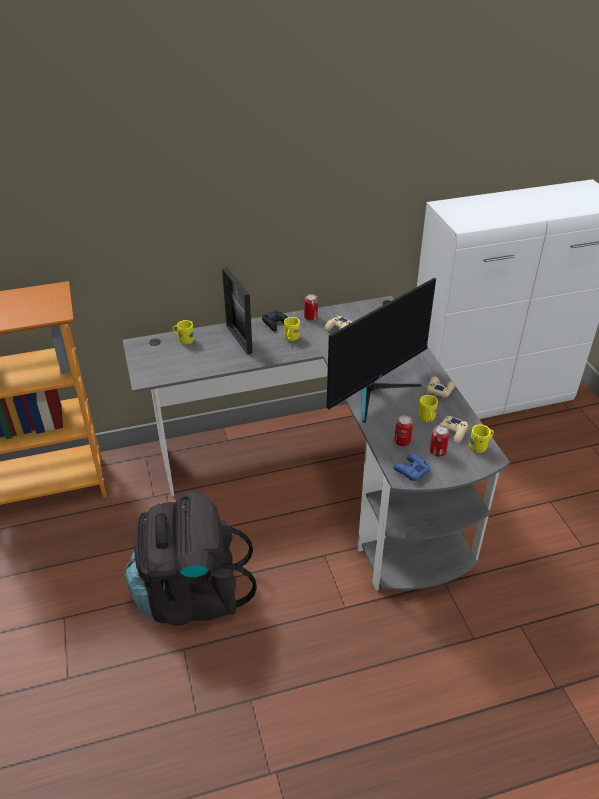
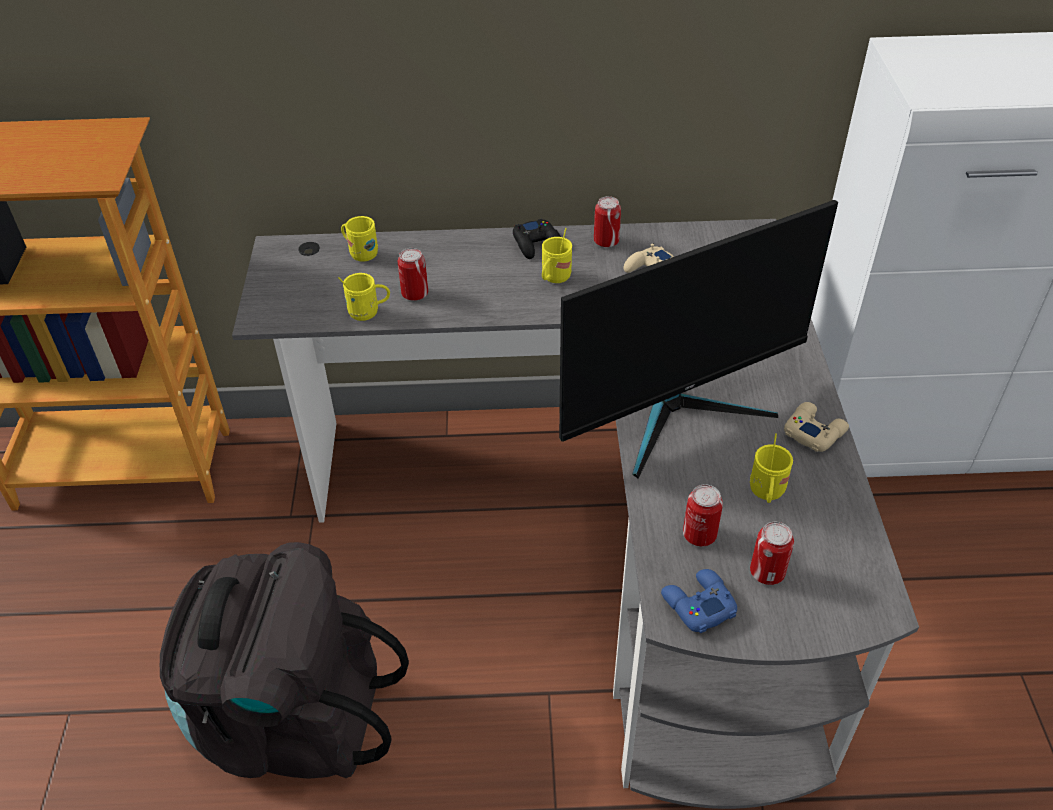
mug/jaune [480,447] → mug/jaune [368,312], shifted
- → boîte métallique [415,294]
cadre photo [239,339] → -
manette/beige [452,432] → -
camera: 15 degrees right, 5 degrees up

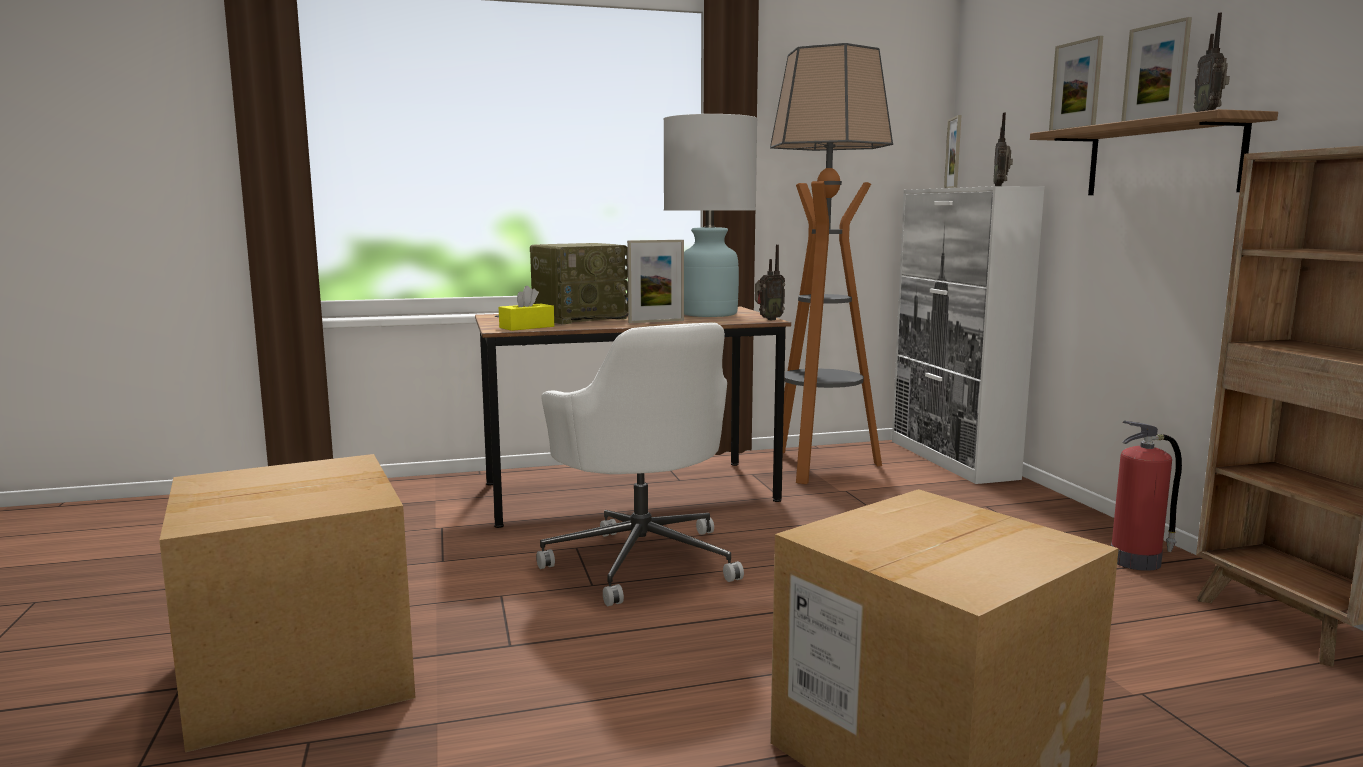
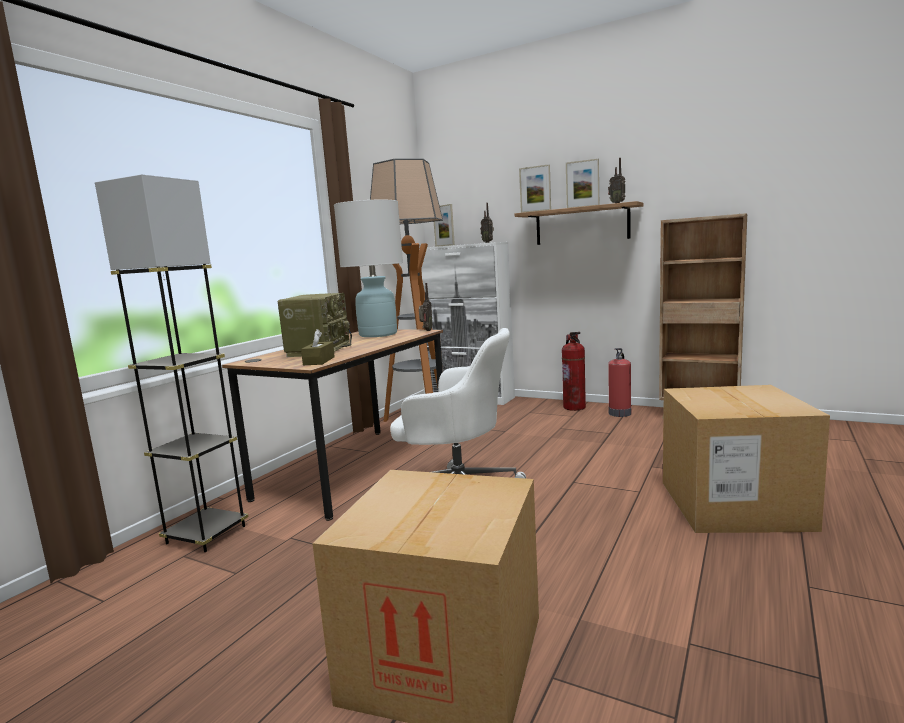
- → lampadaire/gris [206,534]
boîte à mouchoirs/jaune [527,327] → boîte à mouchoirs/marron [319,361]
- → extincteur [574,407]
cadre photo [656,321] → -
camera: 45 degrees left, 0 degrees up

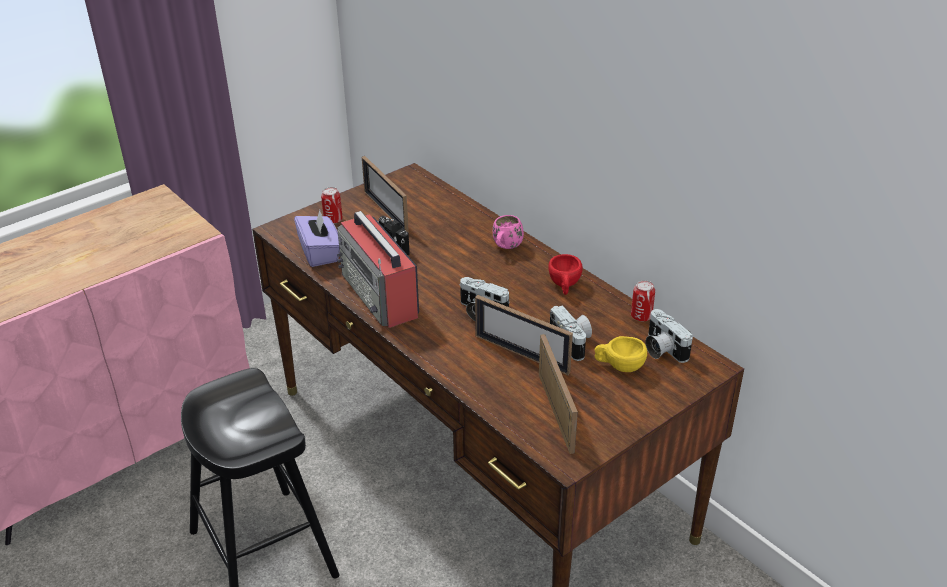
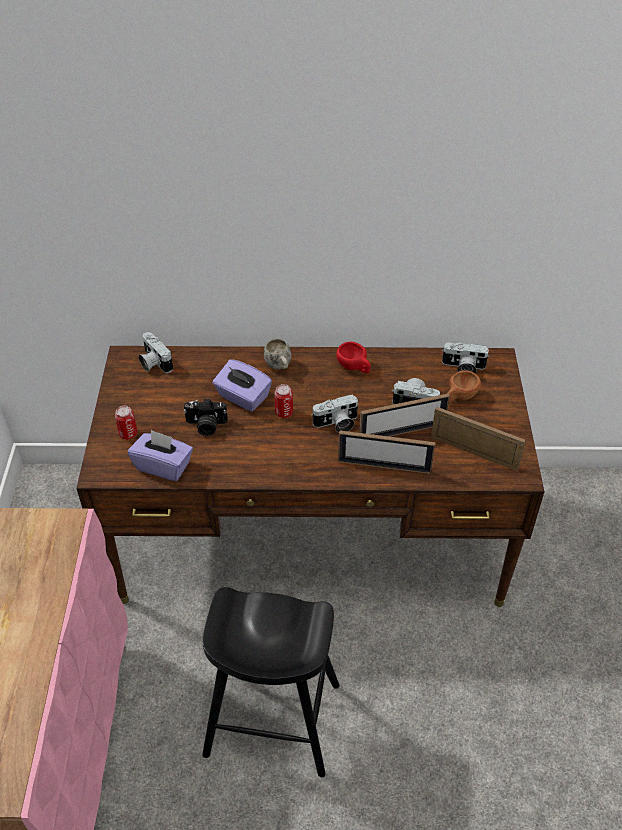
- → appareil photo [154,363]
- → boîte à mouchoirs/violet [243,397]
mug/rose [506,248] → mug/blanc [279,367]
boîte métallique [641,316] → boîte métallique [284,412], shifted
cadre photo [386,211] → cadre photo [384,466], shifted
tasse/jaune [619,366] → tasse/marron [459,396]
radio [380,296] → -
camera: 50 degrees left, 10 degrees up

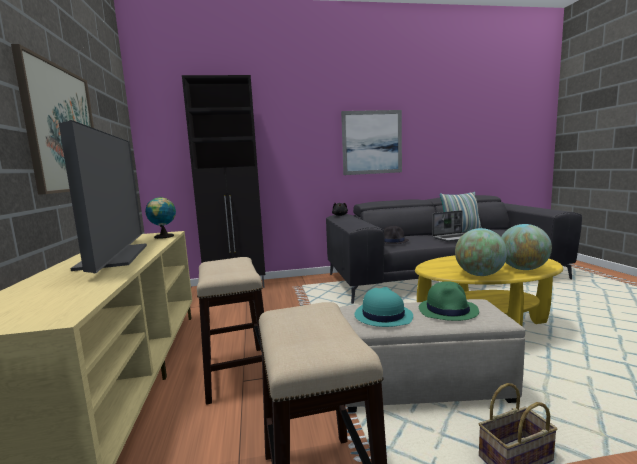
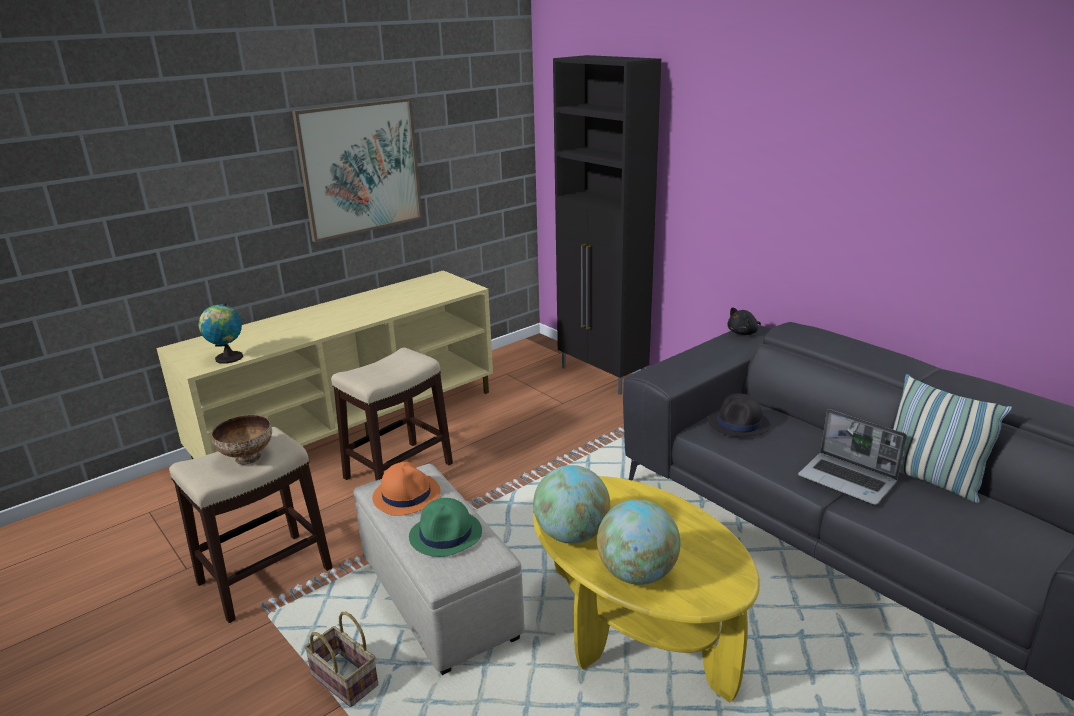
globe [164,237] → globe [227,358], shifted
- → bol [248,457]
chapeau/turquoise [382,316] → chapeau/orange [406,495]
téléviseur [114,256] → -
tableau [372,142] → -
camera: 60 degrees right, 15 degrees up

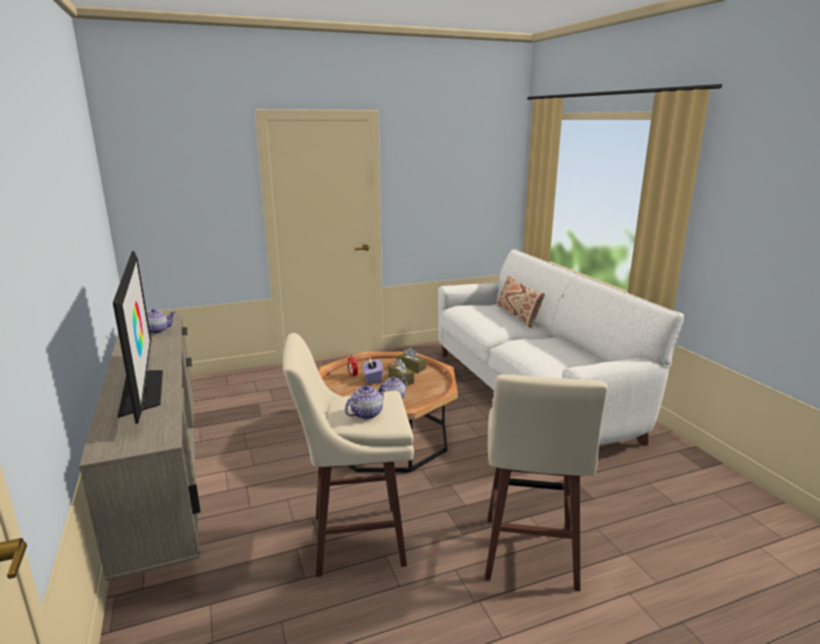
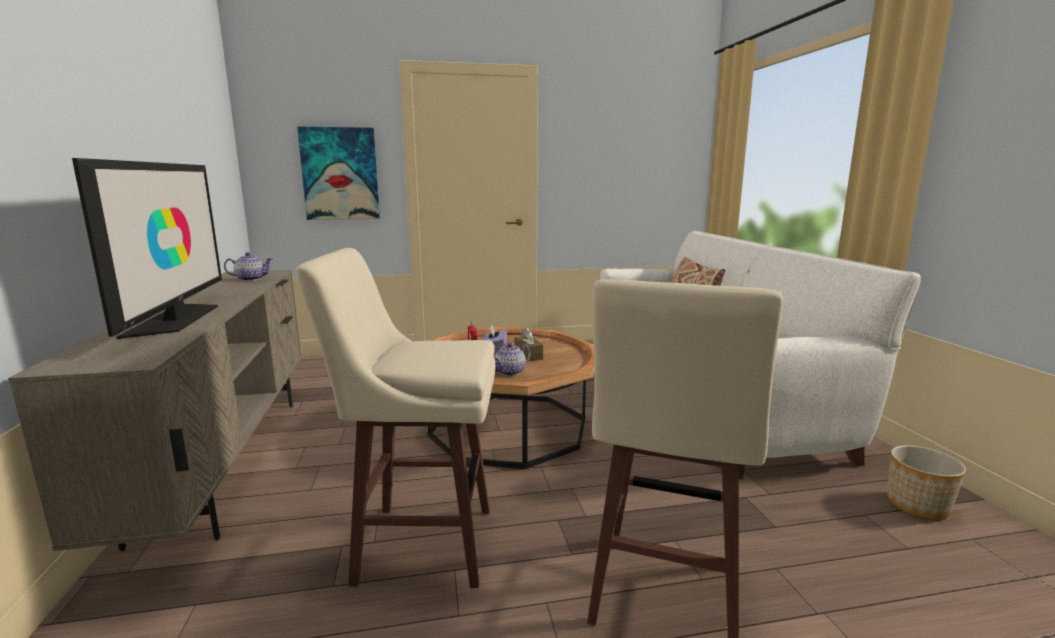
- → tableau [340,174]
- → cache-pot [918,505]
théière [366,414] → -
boîte à mouchoirs/marron [411,367] → -
camera: 10 degrees right, 5 degrees down

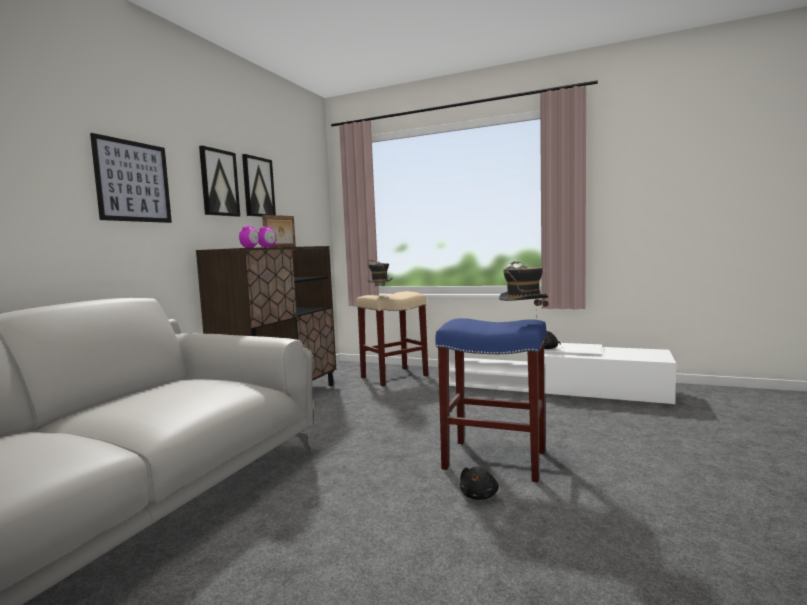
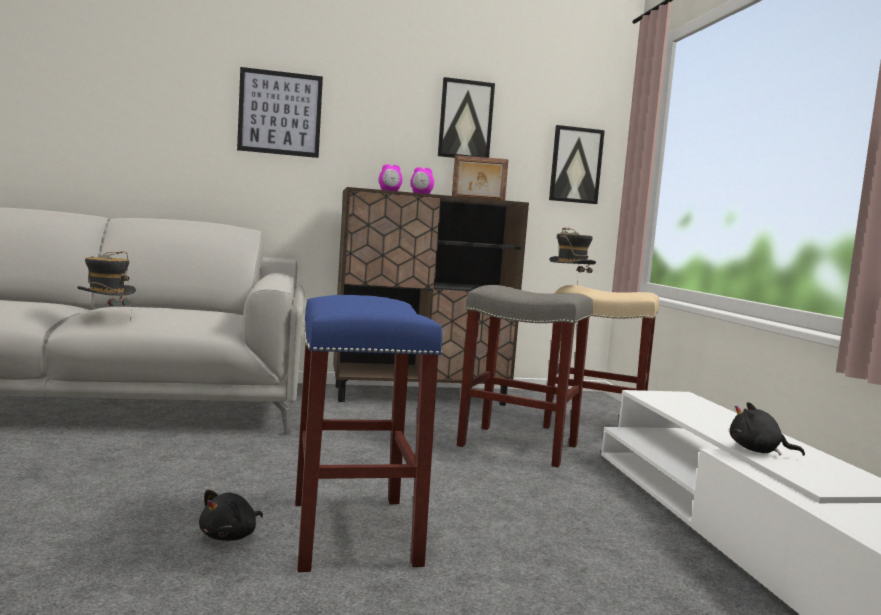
chapeau [523,322] → chapeau [106,319], shifted
peluche/noir [479,495] → peluche/noir [230,536], 45 degrees counterclockwise
- → tabouret/gris [519,446]
tableau [219,183] → tableau [575,165], shifted
camera: 55 degrees right, 0 degrees up

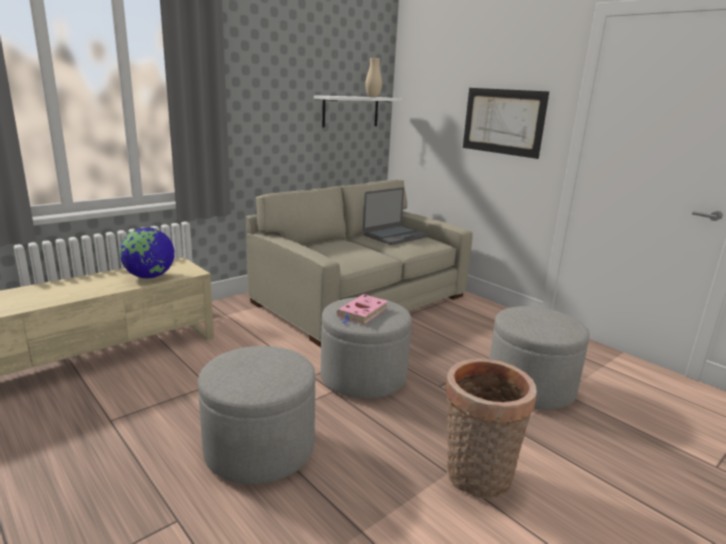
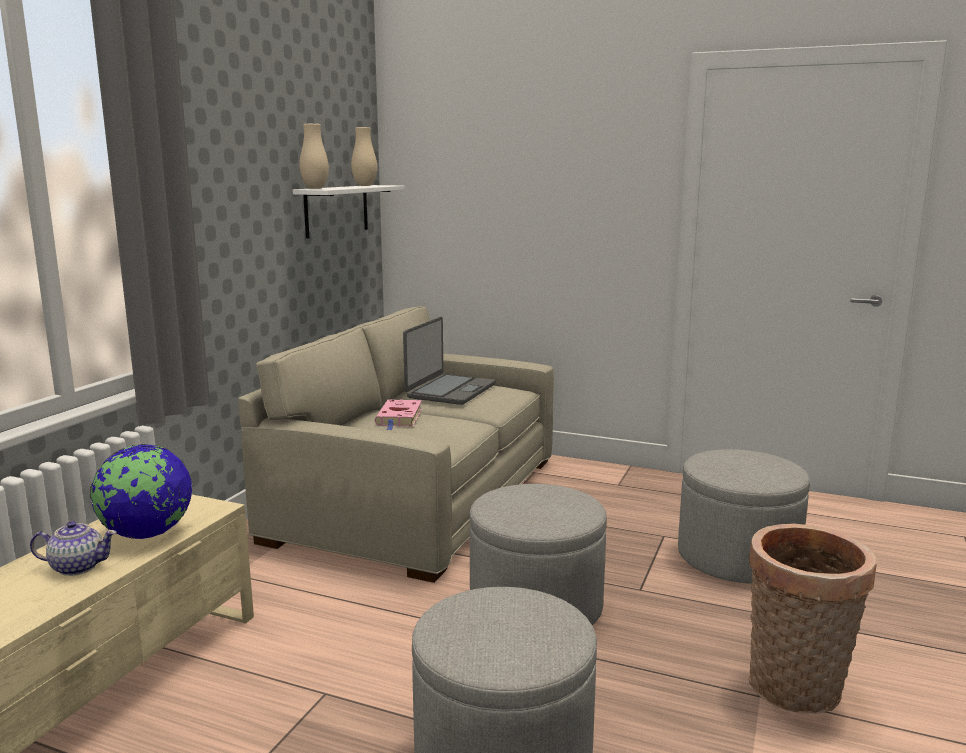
- → théière [77,567]
- → vase/beige [315,188]
livre/rose [362,313] → livre/rose [399,418], shifted
tableau [503,121] → -
camera: 25 degrees left, 5 degrees down

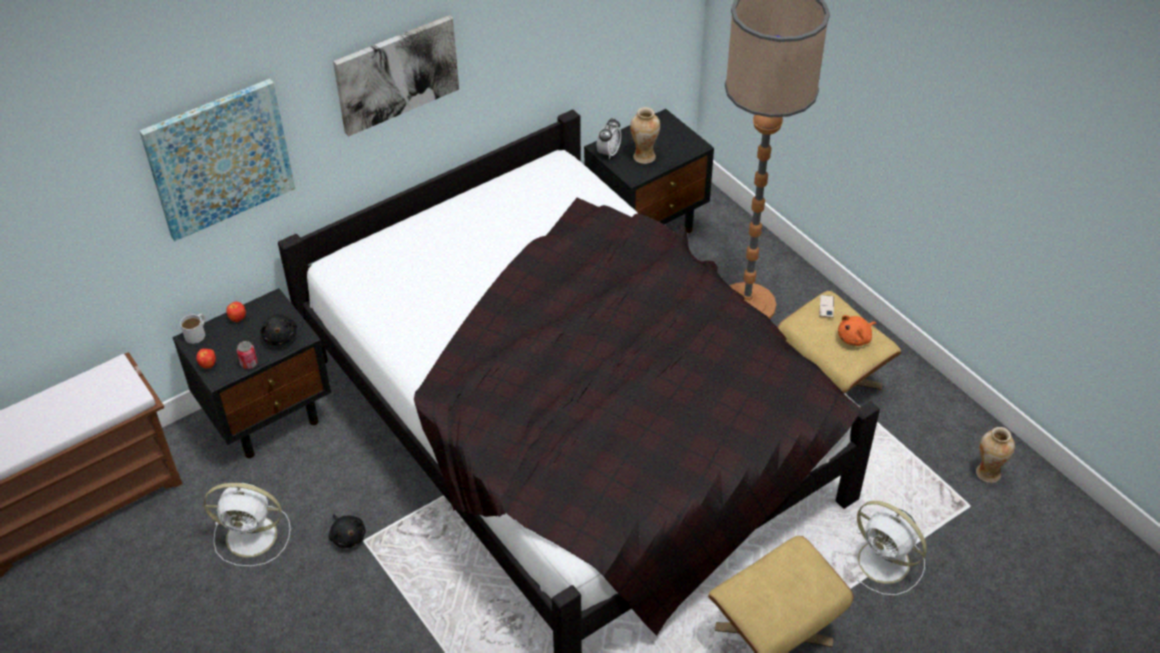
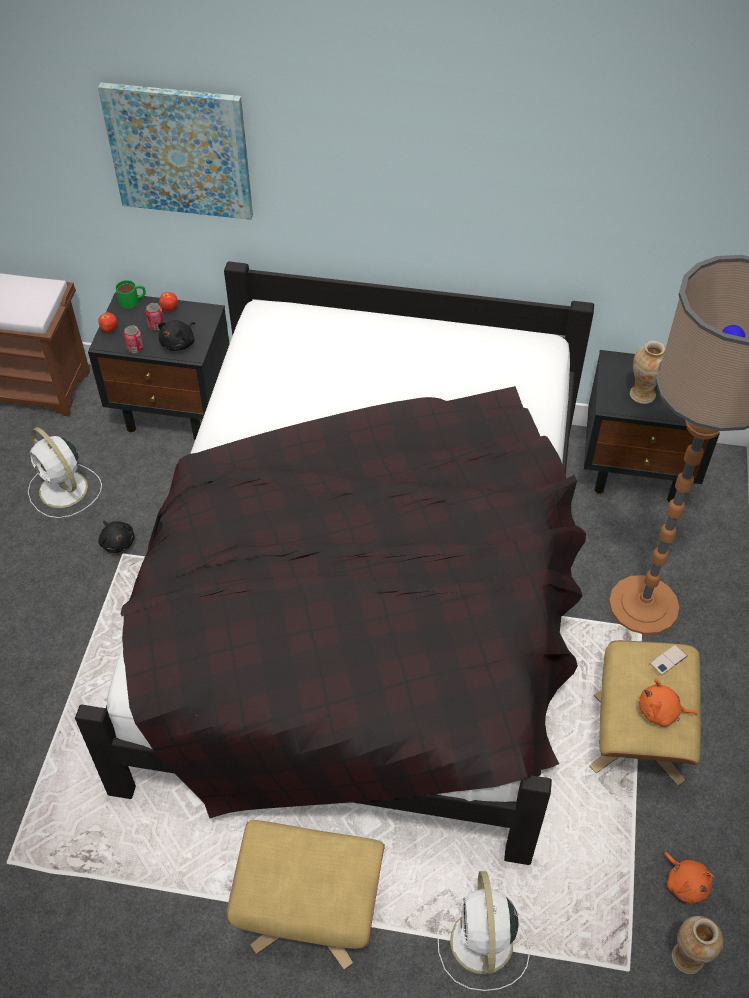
peluche/noir [348,536] → peluche/noir [117,542], 45 degrees counterclockwise
mug/blanc [197,333] → mug/vert [133,301]
- → boîte métallique [156,325]
- → peluche/orange [685,883]
tableau [396,74] → -
réveil [608,153] → -
camera: 45 degrees right, 5 degrees up

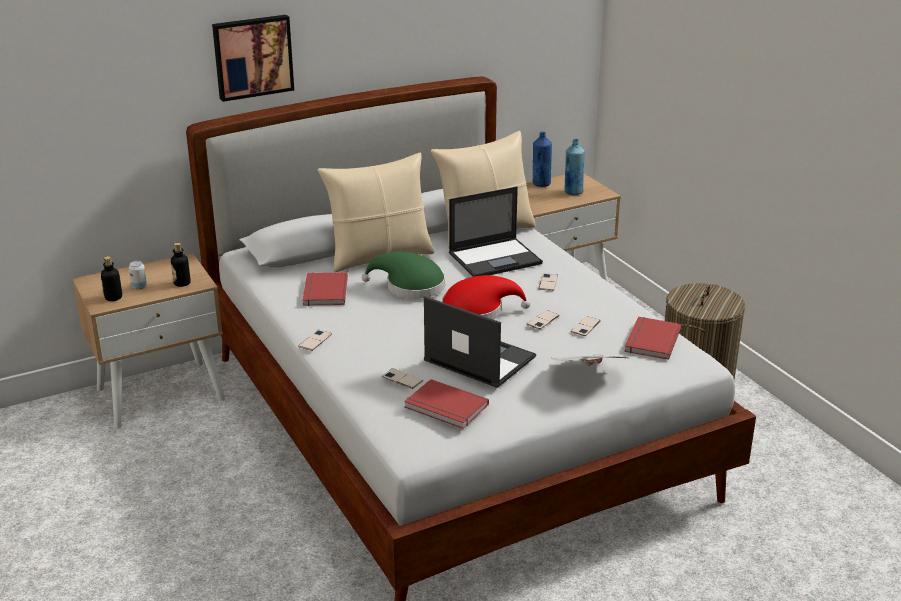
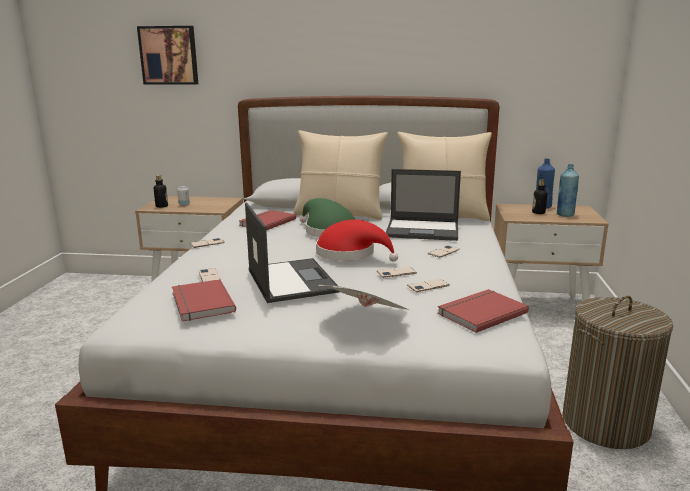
tableau [252,56] → tableau [169,55], shifted
bouteille [182,283] → bouteille [538,212], shifted
camera: 35 degrees right, 10 degrees down

